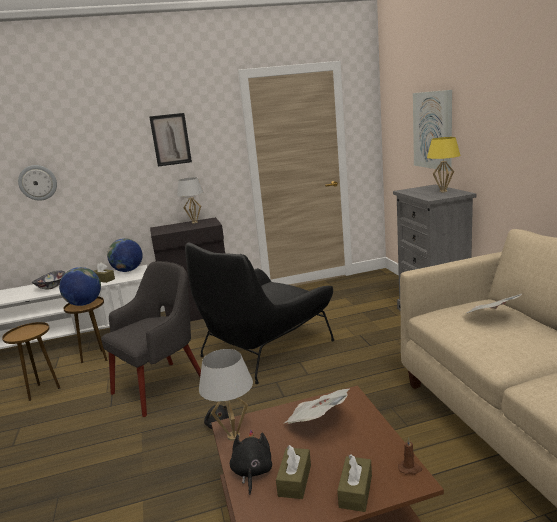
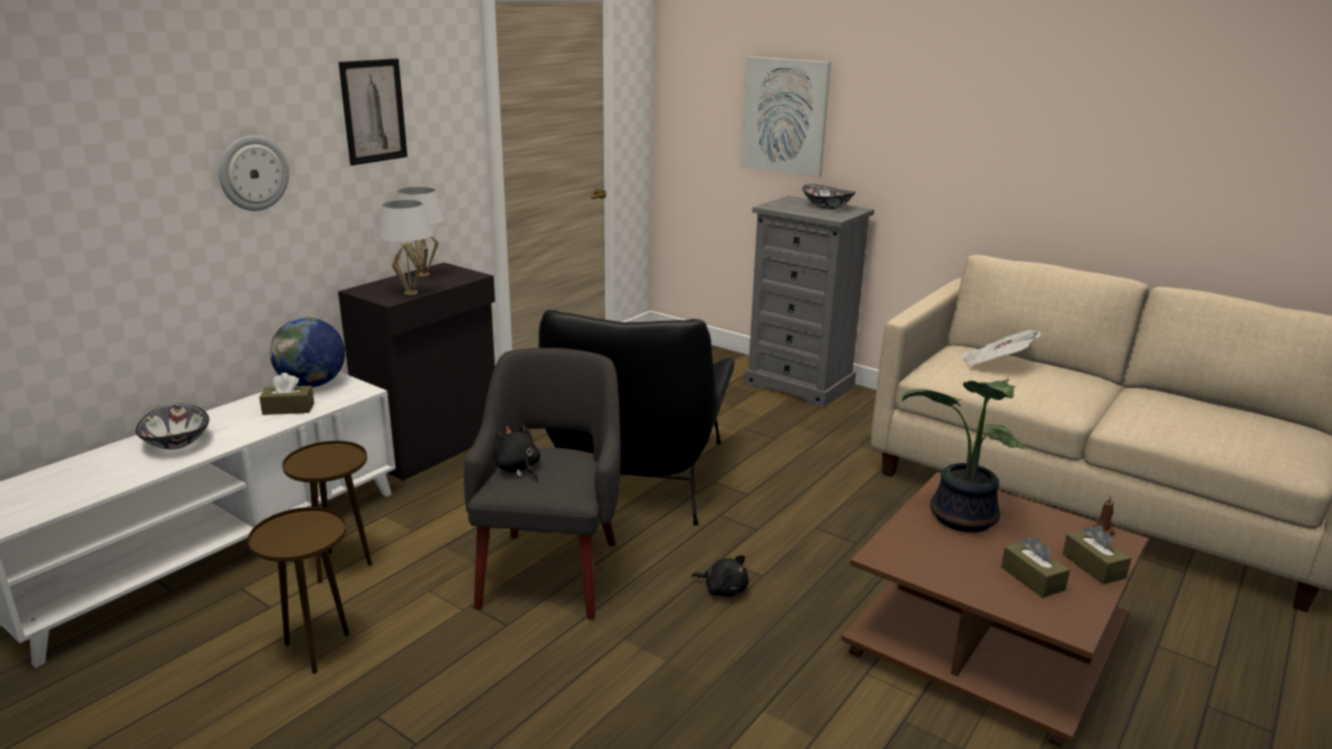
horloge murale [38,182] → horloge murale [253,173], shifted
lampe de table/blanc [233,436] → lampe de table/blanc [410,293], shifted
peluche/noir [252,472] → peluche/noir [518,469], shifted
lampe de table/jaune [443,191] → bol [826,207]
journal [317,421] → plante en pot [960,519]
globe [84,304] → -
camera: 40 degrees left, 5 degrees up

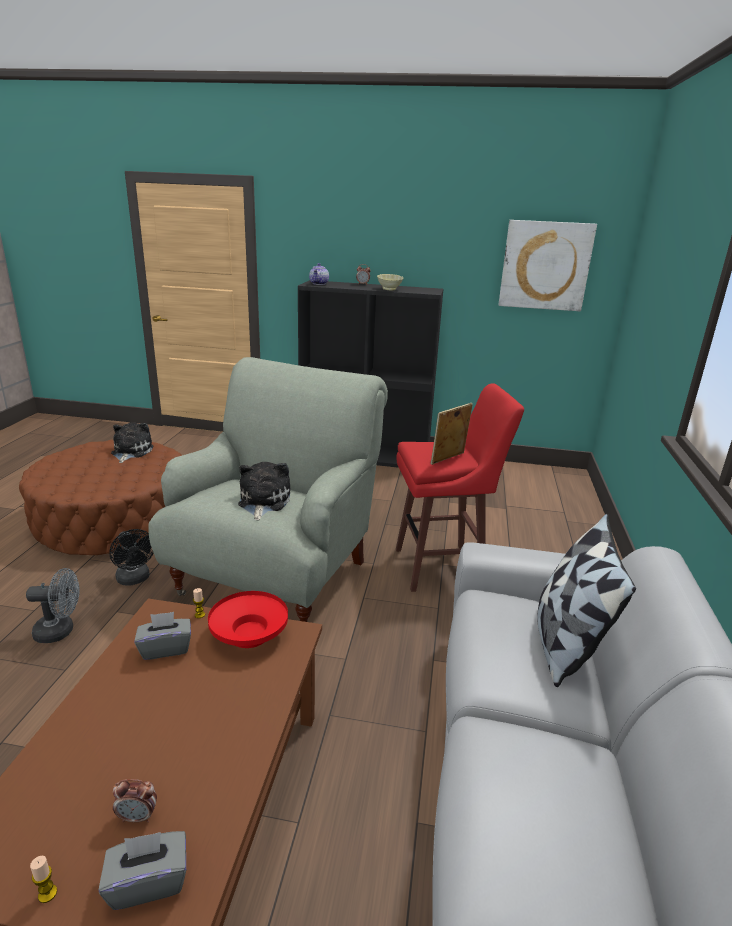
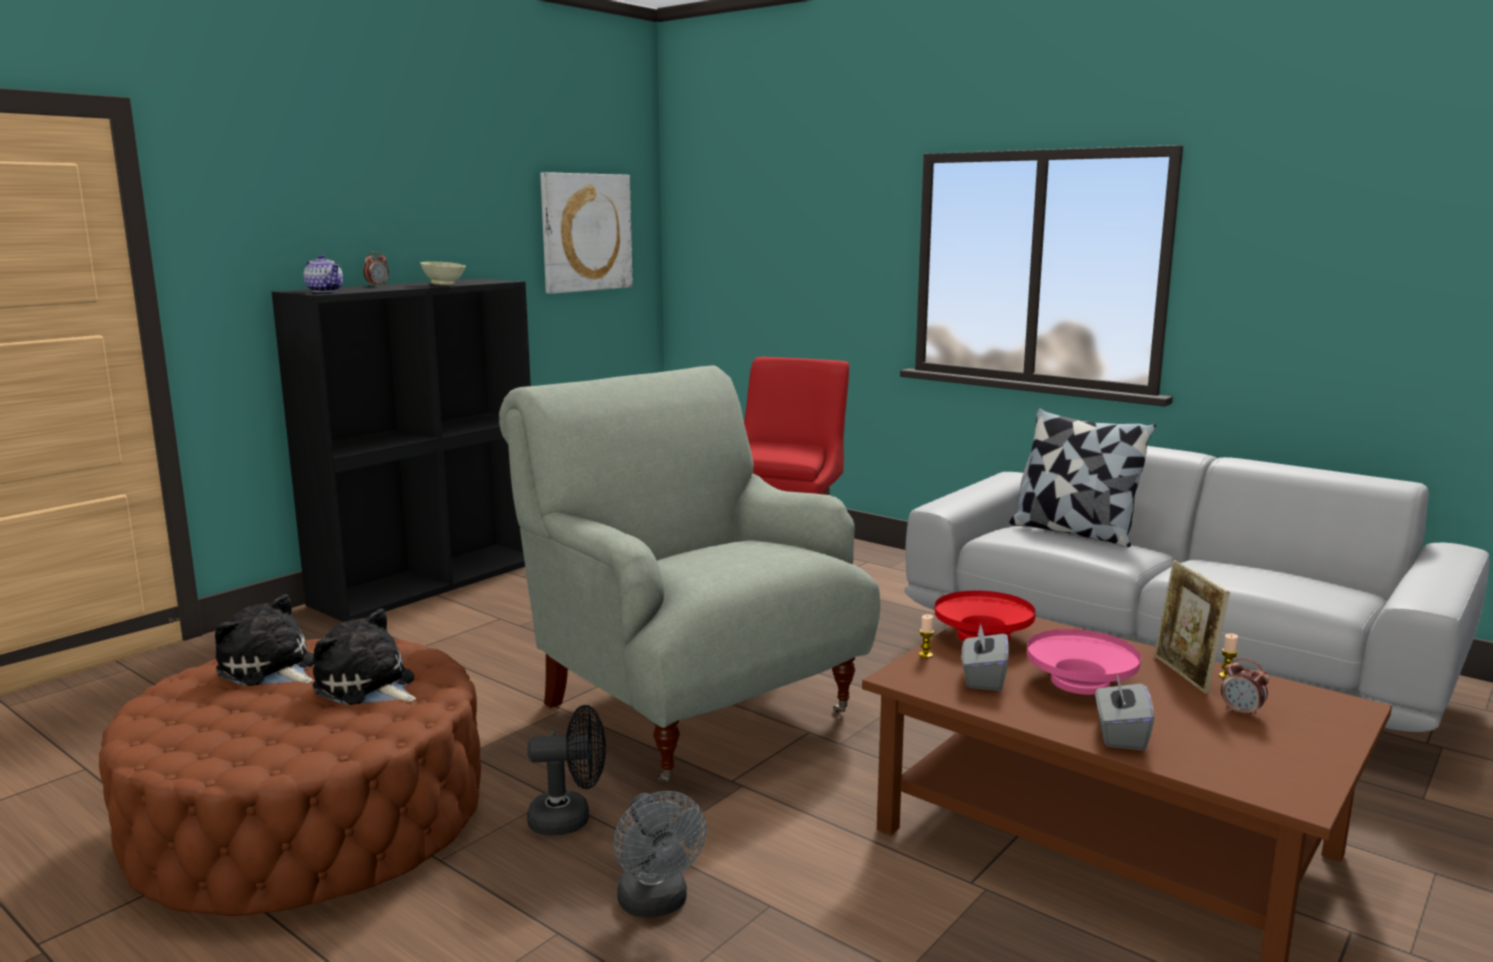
peluche [263,502] → peluche [367,687], shifted
ventilateur/gris [60,631] → ventilateur/gris [656,905], 135 degrees clockwise
- → bol/rose [1080,682]
boîte à mouchoirs/gris [148,882] → boîte à mouchoirs/gris [1120,735], shifted
cadre photo [448,459] → cadre photo [1184,674], shifted
bougie [47,893] → bougie [1226,676], shifted
réveil [138,817] → réveil [1241,712], 105 degrees clockwise
camera: 60 degrees left, 10 degrees down

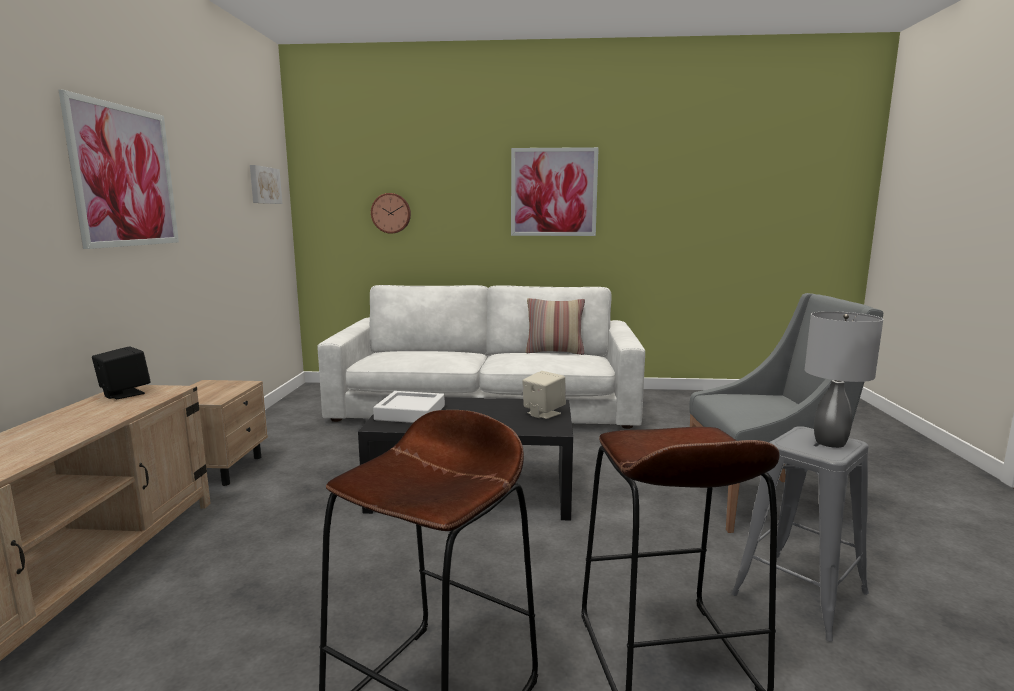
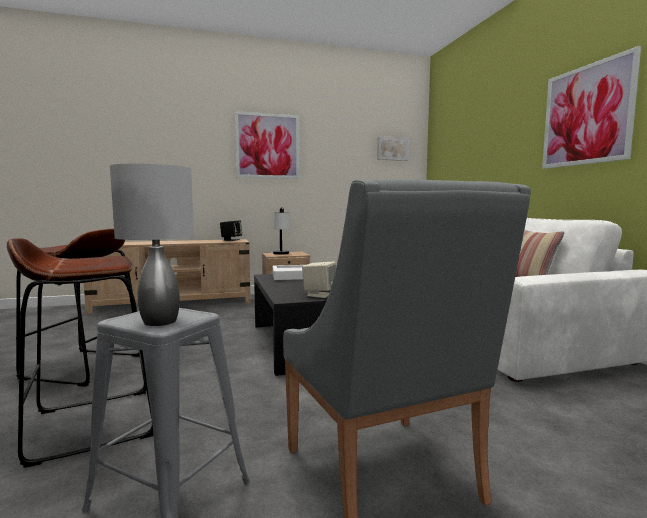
- → lampe de table [282,254]
horloge murale [391,213] → -
camera: 70 degrees right, 5 degrees down

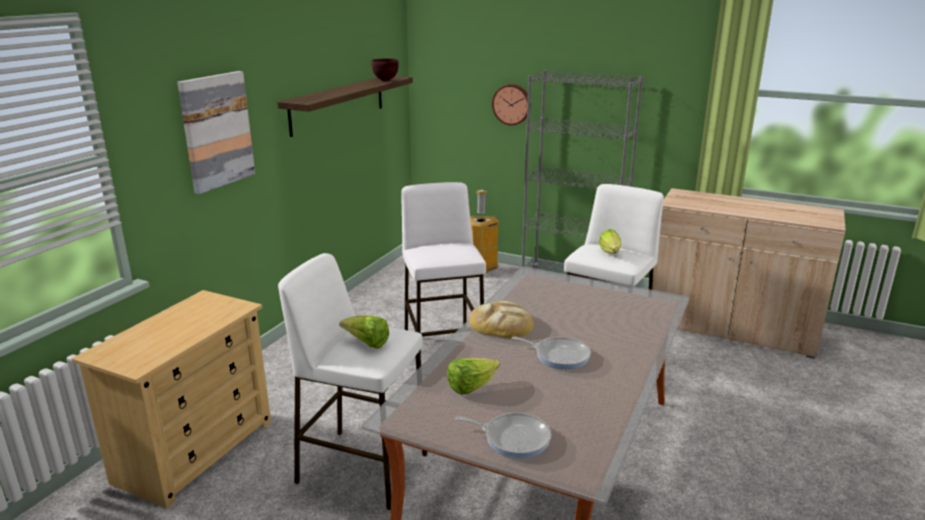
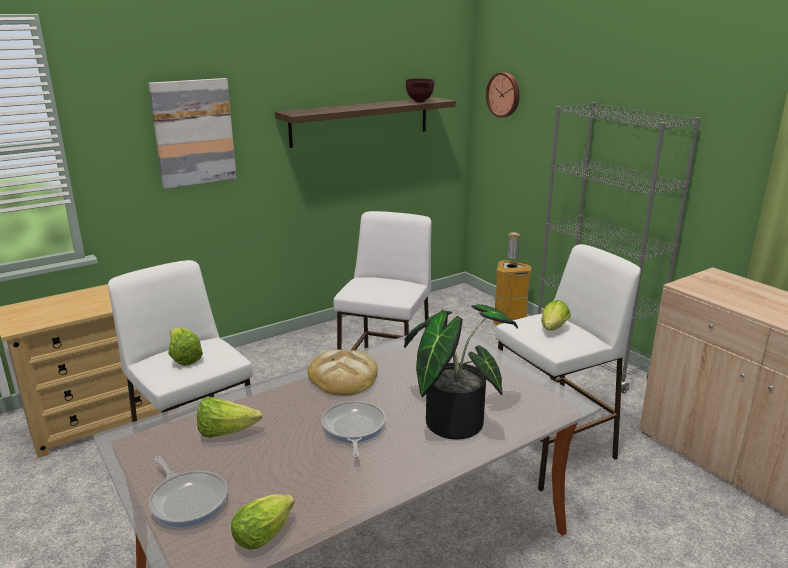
- → laitue [266,533]
poêle [559,355] → poêle [353,428], 150 degrees counterclockwise
- → plante en pot [452,419]
horloge murale [512,104] → horloge murale [504,95], shifted
camera: 30 degrees right, 0 degrees up

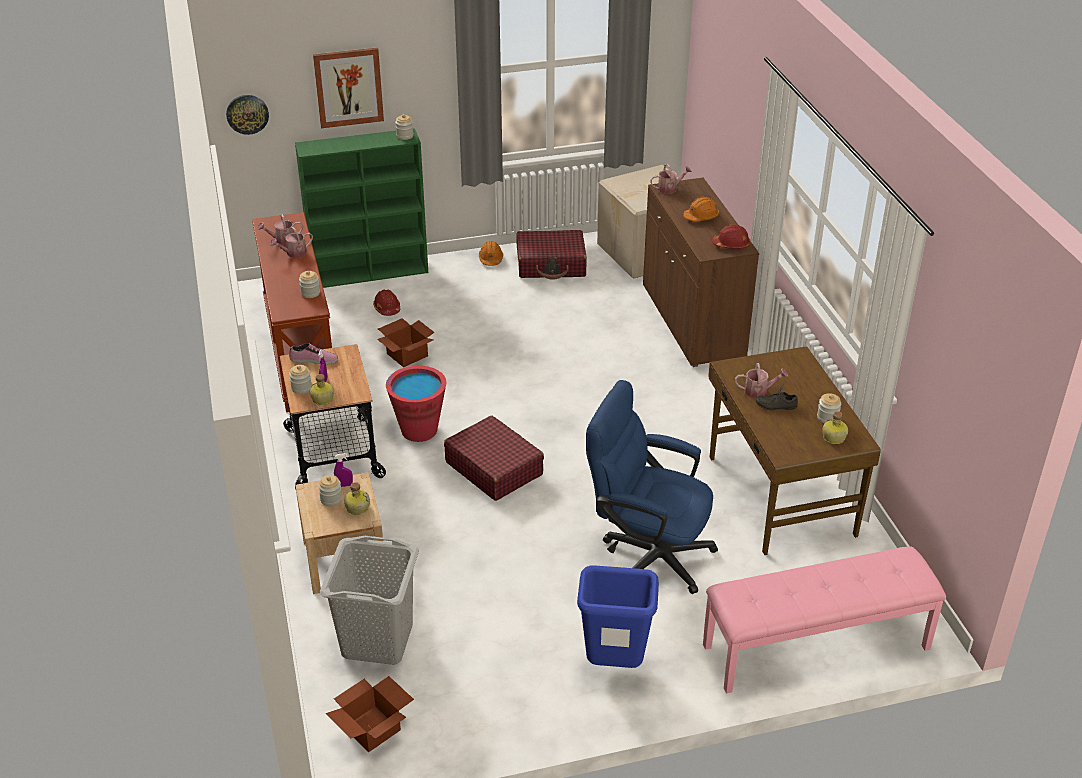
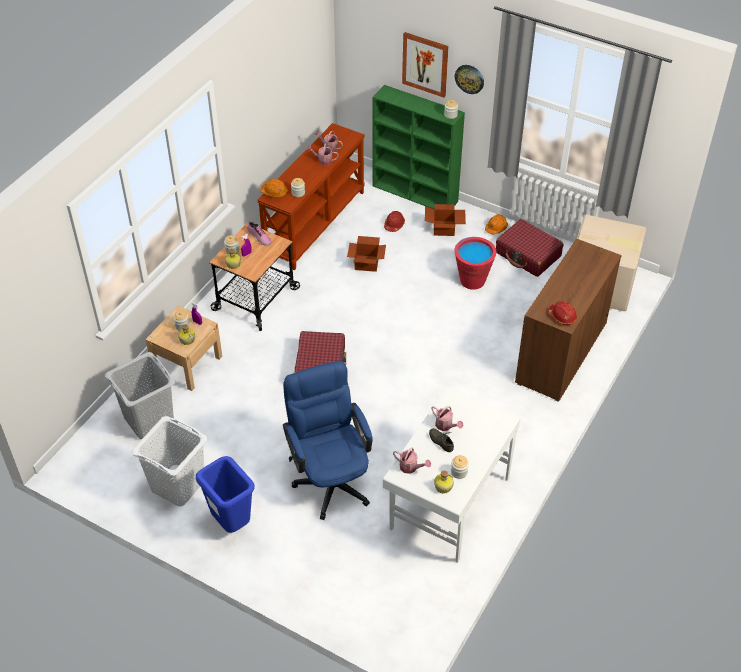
- → panier à linge/blanc [178,485]
casque de chantier/orange [701,217] → casque de chantier/orange [274,192], shifted
bureau/marron [779,496] → bureau/blanc [448,503]
arrosoir [669,189] → arrosoir [411,467], shifted
carton [374,728] → carton [444,228], shifted
seau/rouge [419,430] → seau/rouge [472,280], shifted
horloge murale [247,114] → horloge murale [469,78], shifted
banc/rose [816,648] → -
camera: 45 degrees right, 10 degrees up

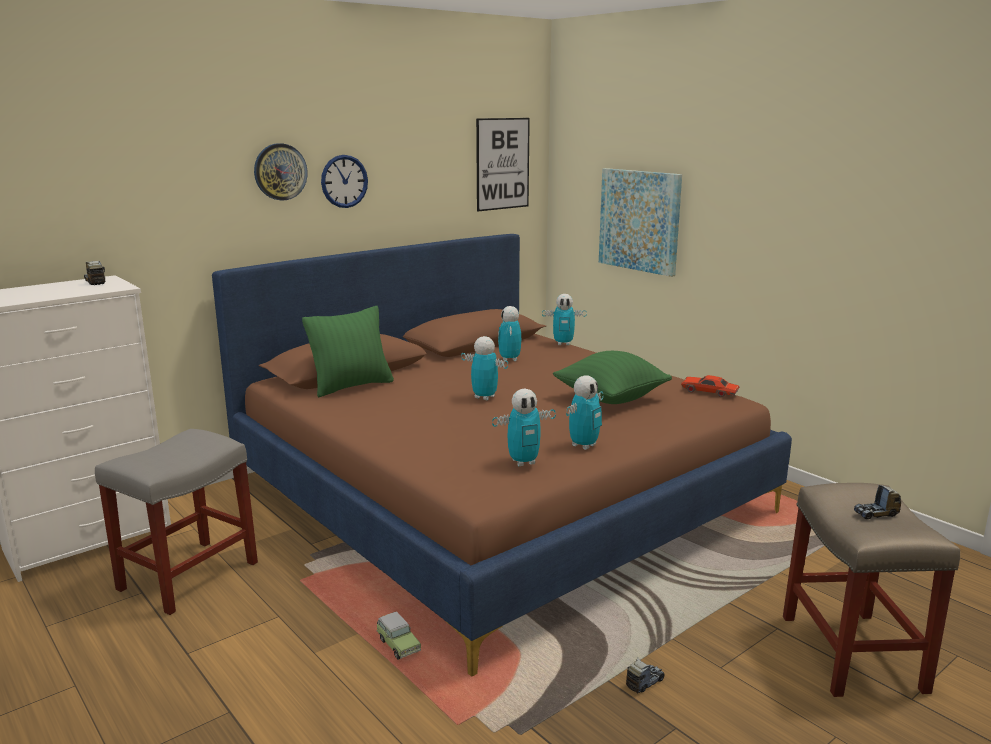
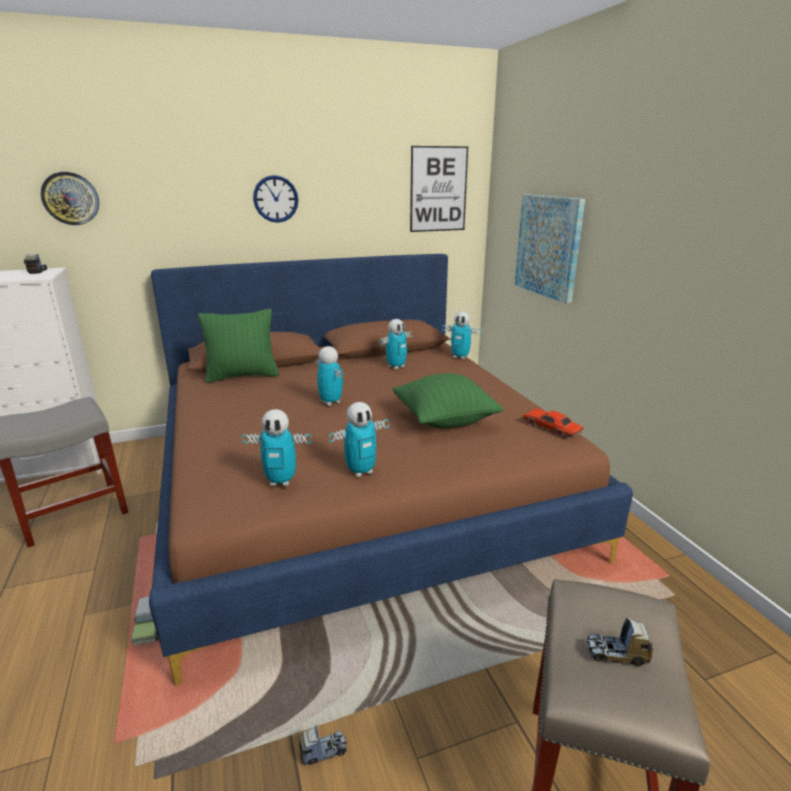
horloge murale [280,172] → horloge murale [70,198], shifted
robot jouet [509,359] → robot jouet [396,367], 150 degrees counterclockwise
camera: 20 degrees right, 5 degrees up

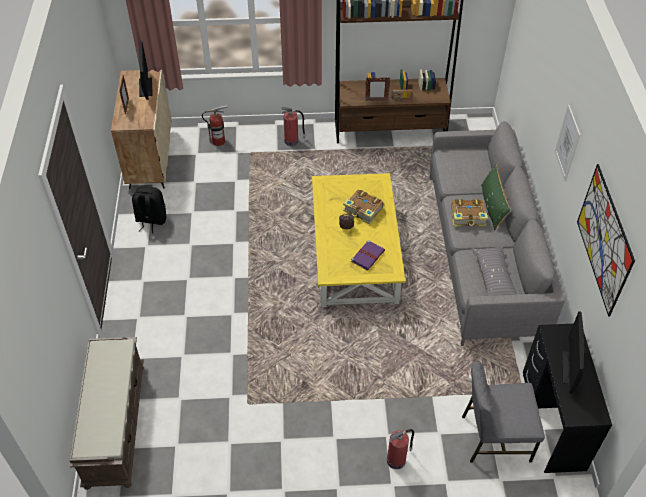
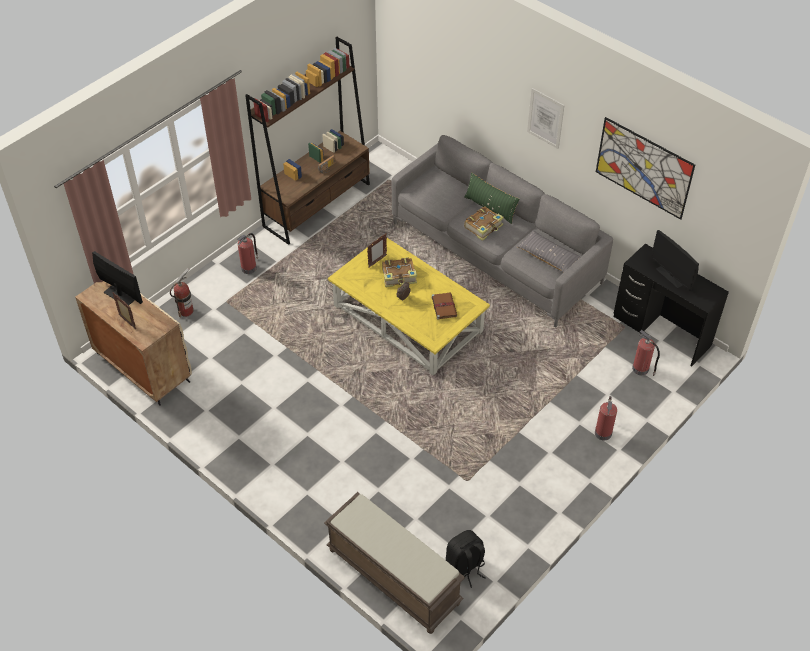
cadre photo [376,100] → cadre photo [377,261], shifted
livre/violet [368,256] → livre/marron [444,306]
sac à dos/noir [151,220] → sac à dos/noir [465,568], shifted
chaise/gris [494,437] → extincteur [641,369]
camera: 45 degrees left, 0 degrees up

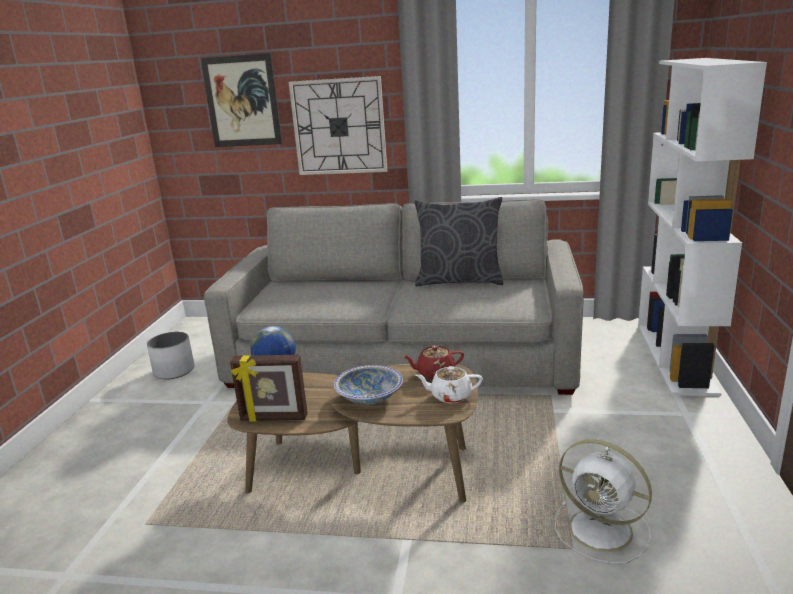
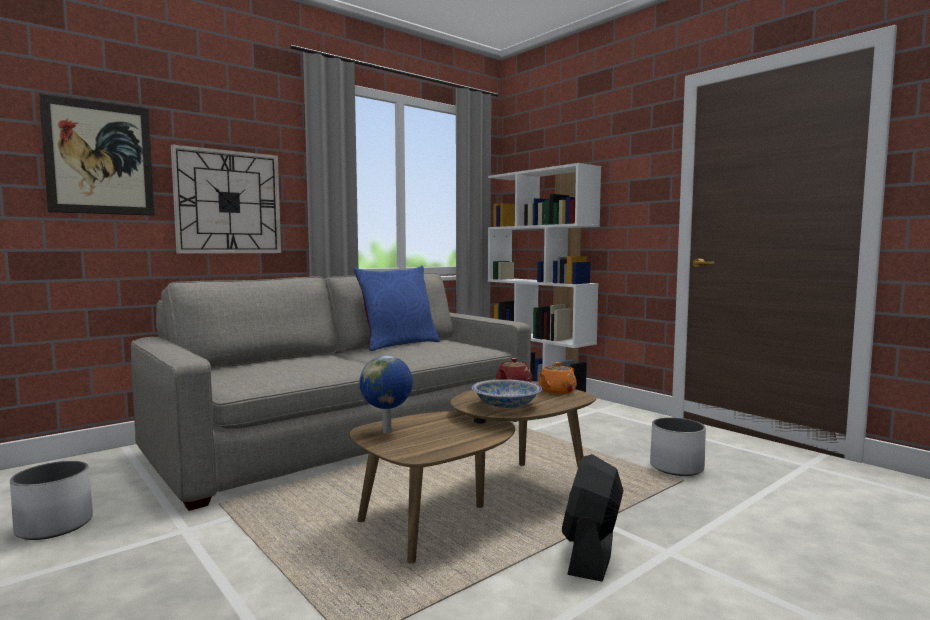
coussin/gris [459,281] → coussin/bleu [398,344]
théière/blanc [450,396] → théière/orange [556,391]
- → ventilateur/noir [591,554]
ventilateur/blanc [603,531] → cache-pot/blanc [676,467]
cadre photo [273,418] → -
camera: 50 degrees left, 15 degrees down

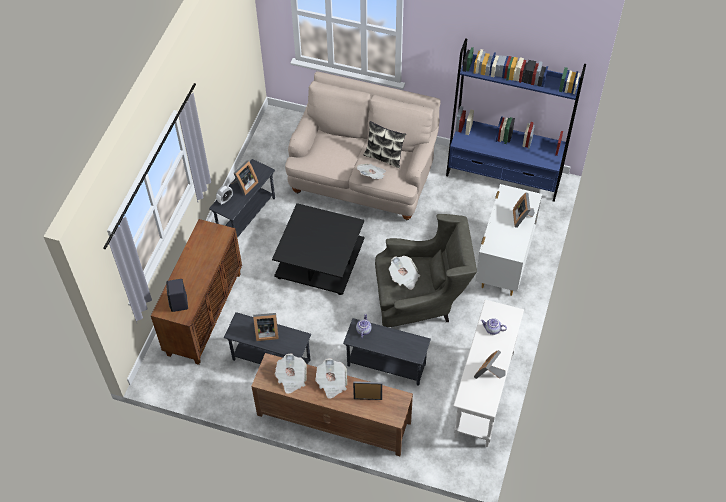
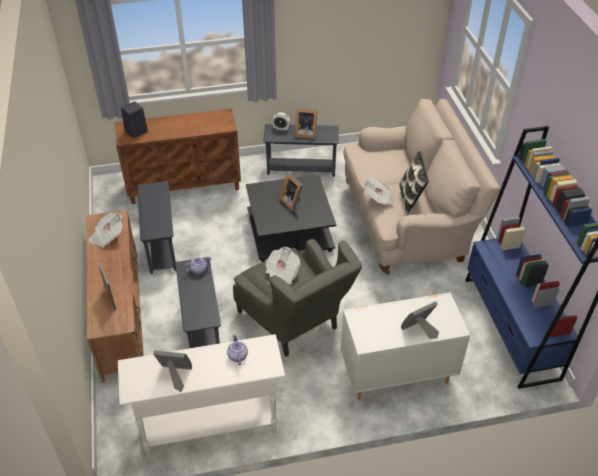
cadre photo [266,332] → cadre photo [293,202], shifted
journal [332,383] → -
camera: 60 degrees right, 10 degrees down

